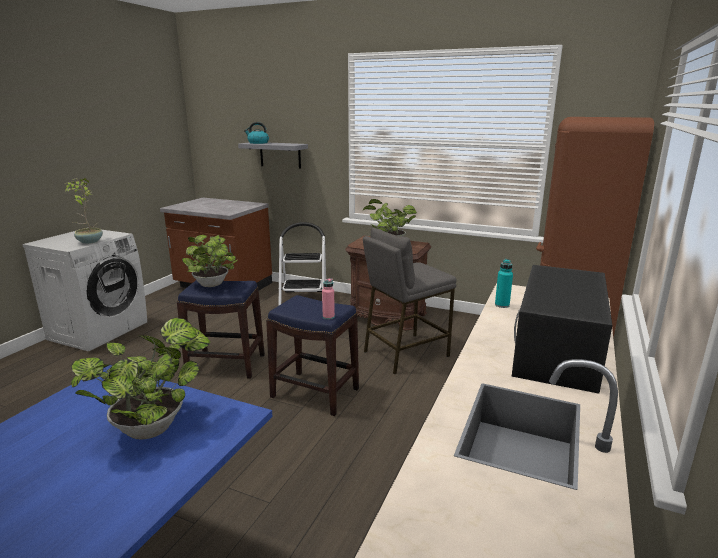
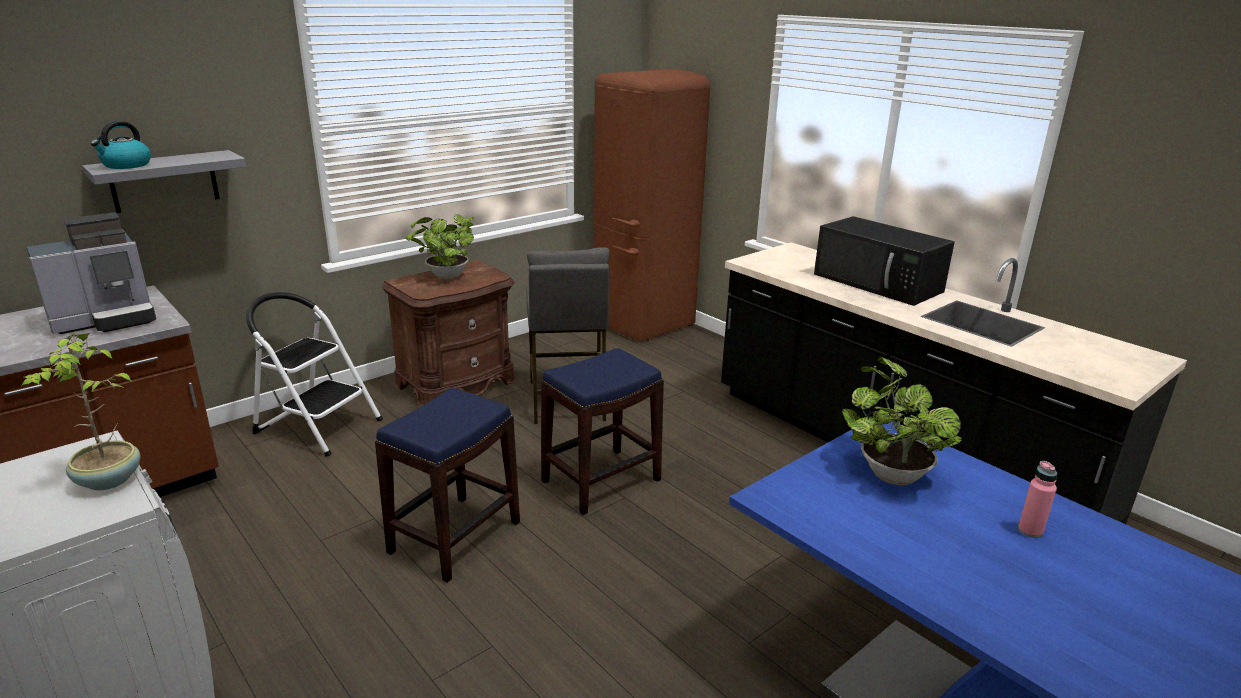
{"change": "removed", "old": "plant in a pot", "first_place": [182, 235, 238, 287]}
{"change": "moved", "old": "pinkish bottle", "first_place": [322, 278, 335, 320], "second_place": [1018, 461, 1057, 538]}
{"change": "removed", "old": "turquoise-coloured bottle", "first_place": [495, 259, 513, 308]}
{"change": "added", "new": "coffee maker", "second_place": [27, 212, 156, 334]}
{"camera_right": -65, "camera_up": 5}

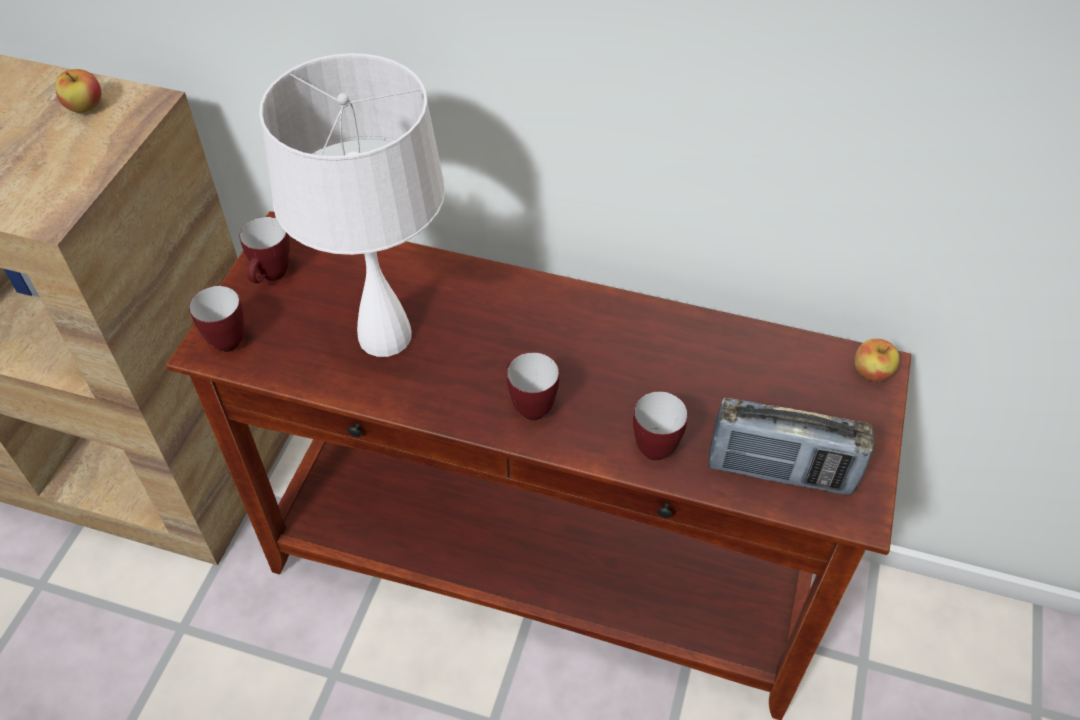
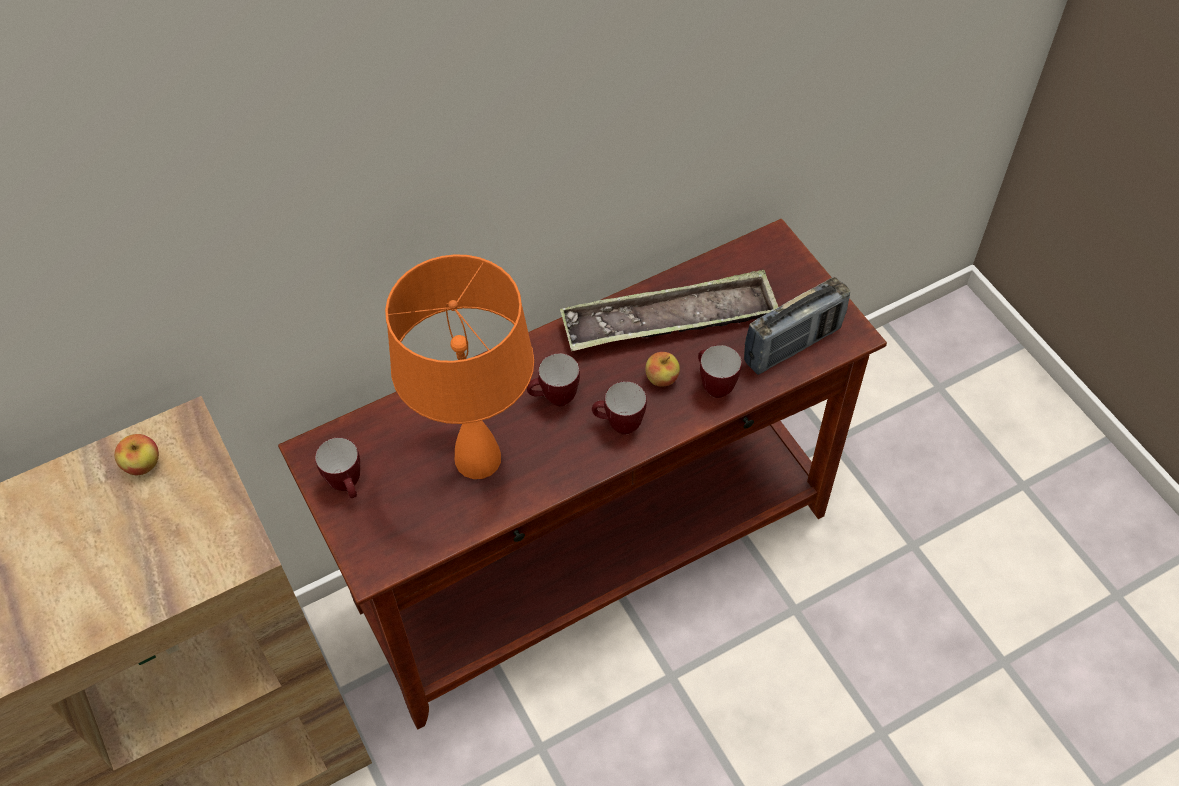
{"change": "moved", "old": "tea mug", "first_place": [189, 286, 244, 352], "second_place": [527, 353, 580, 406]}
{"change": "recoloured", "old": "white tabletop lamp", "new": "orange-coloured tabletop lamp", "first_place": [259, 53, 445, 357], "second_place": [385, 254, 534, 479]}
{"change": "moved", "old": "apple fruit", "first_place": [855, 339, 899, 382], "second_place": [645, 352, 680, 387]}
{"change": "added", "new": "serving tray", "second_place": [560, 269, 778, 351]}
{"camera_right": -45, "camera_up": 5}

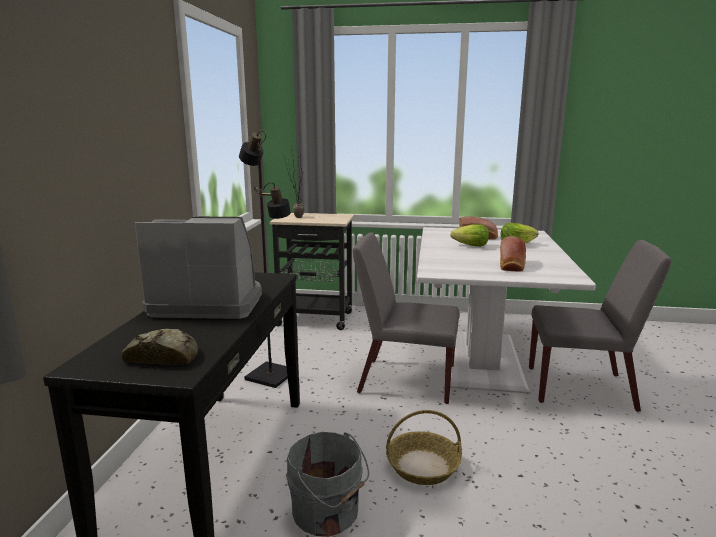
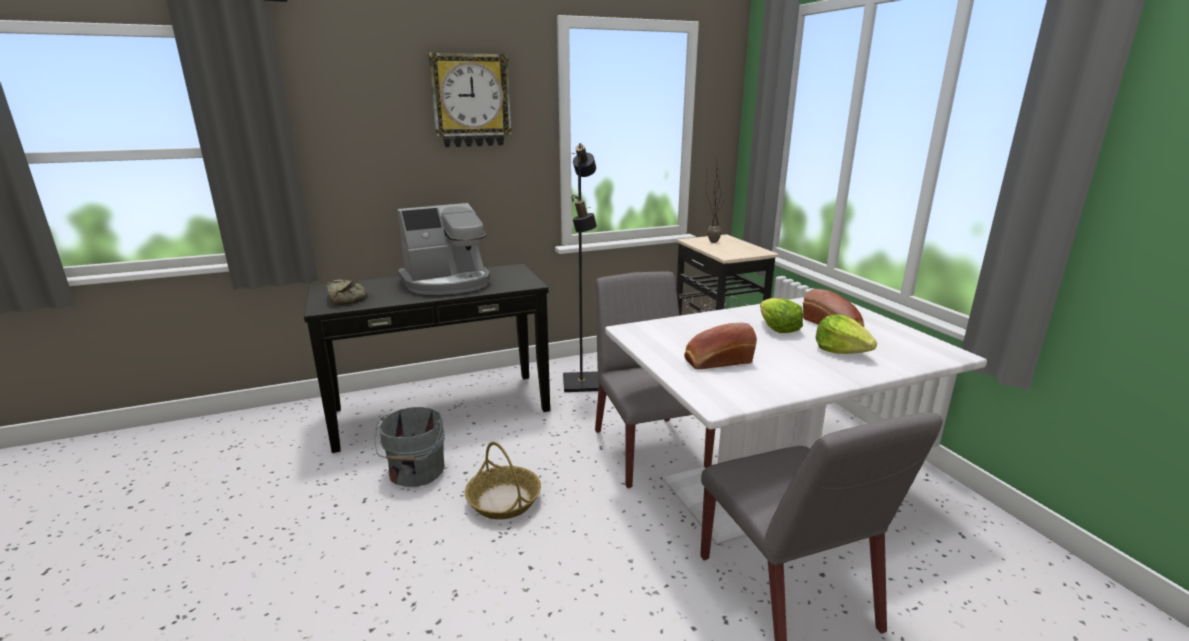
{"change": "turned", "old": "coffee maker", "first_place": [135, 216, 262, 319], "second_place": [397, 203, 490, 295], "degrees": 90}
{"change": "added", "new": "clock on the wall", "second_place": [428, 52, 512, 147]}
{"camera_right": 60, "camera_up": 5}

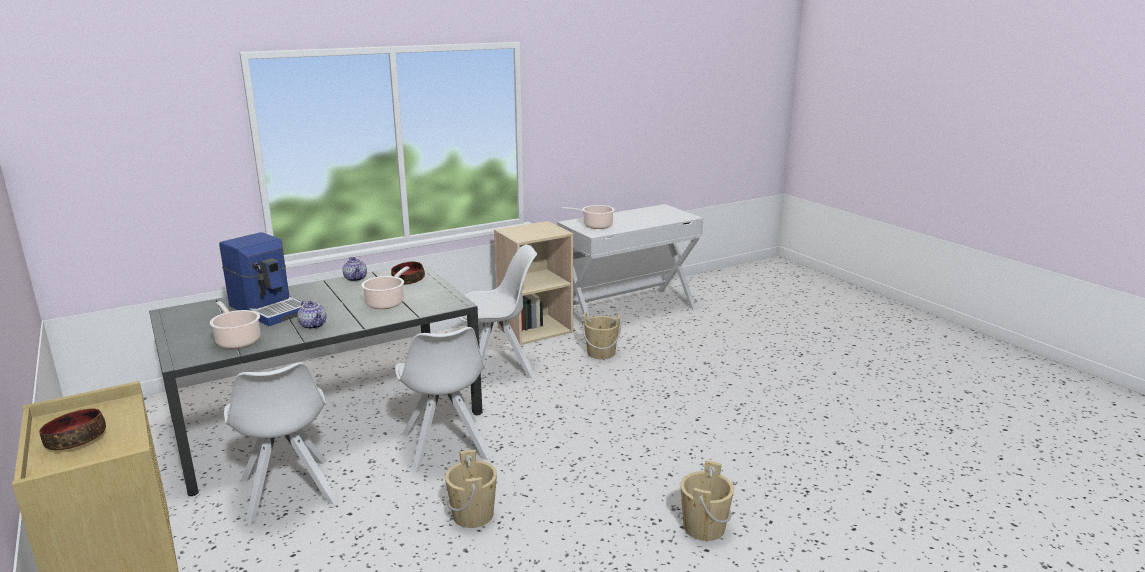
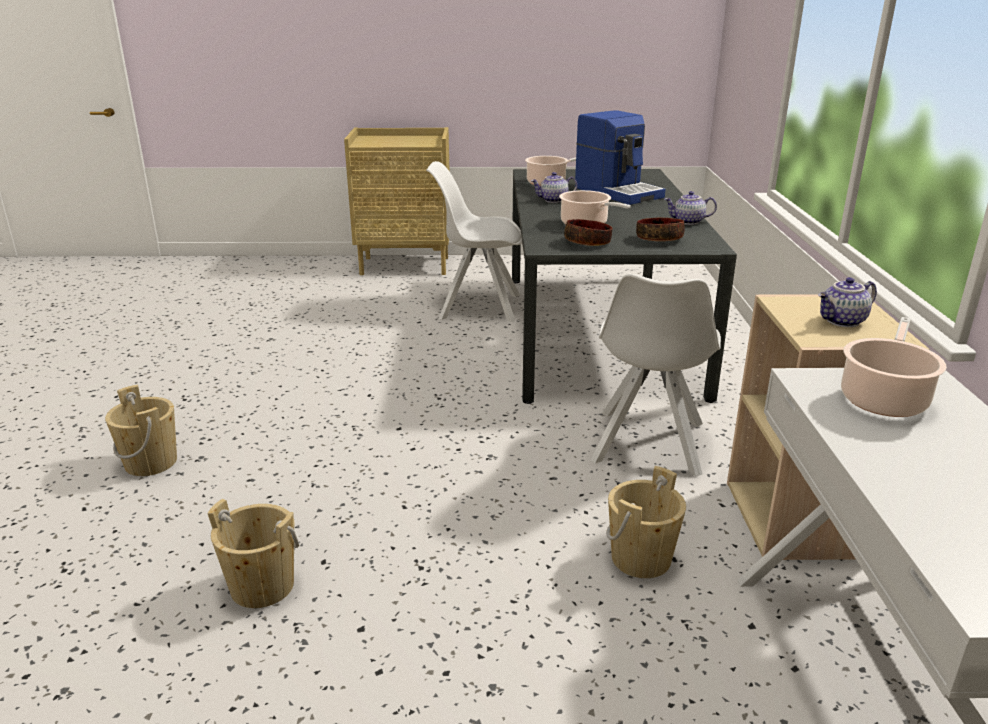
{"change": "moved", "old": "serving bowl", "first_place": [39, 408, 106, 450], "second_place": [564, 219, 612, 246]}
{"change": "turned", "old": "coffee maker", "first_place": [219, 232, 302, 326], "second_place": [575, 110, 665, 205], "degrees": -105}
{"change": "removed", "old": "white upright chair", "first_place": [395, 327, 492, 473]}
{"change": "moved", "old": "sand-coloured pail", "first_place": [445, 450, 497, 528], "second_place": [207, 499, 299, 608]}
{"change": "added", "new": "teapot", "second_place": [818, 277, 877, 327]}
{"camera_right": 120, "camera_up": 5}

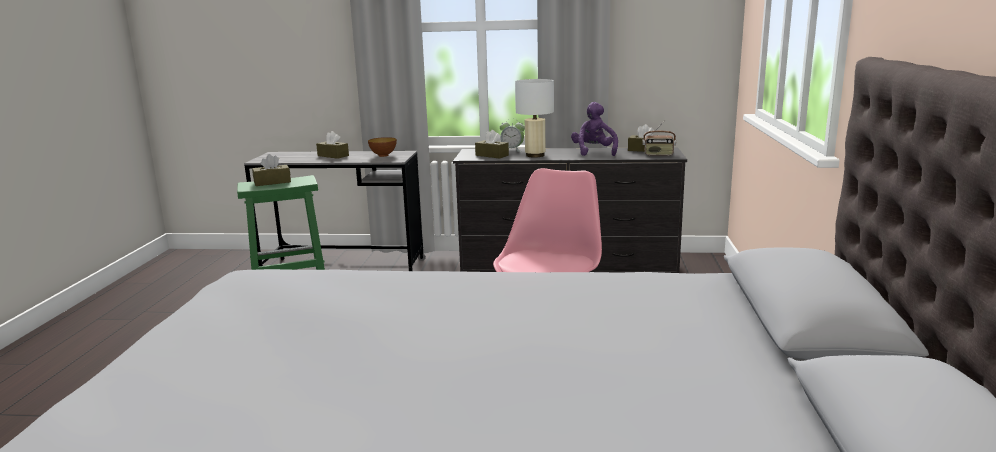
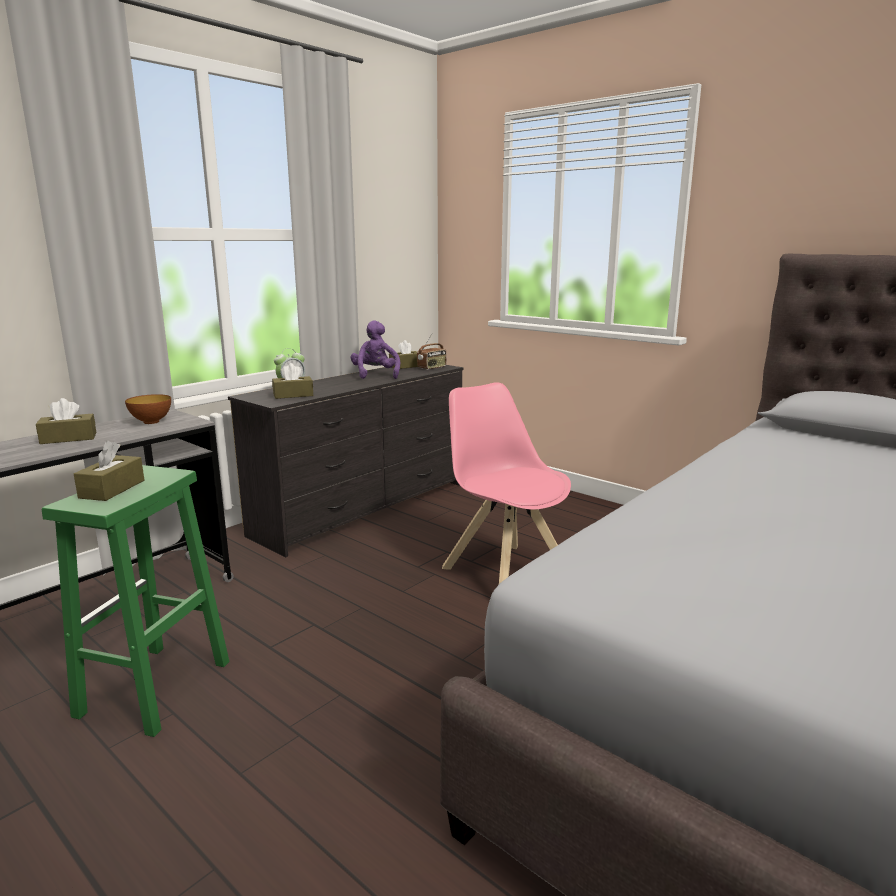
{"change": "removed", "old": "white tabletop lamp", "first_place": [515, 79, 554, 158]}
{"change": "turned", "old": "purplish soft toy", "first_place": [571, 102, 618, 156], "second_place": [351, 320, 400, 379], "degrees": 45}
{"camera_right": -55, "camera_up": 0}

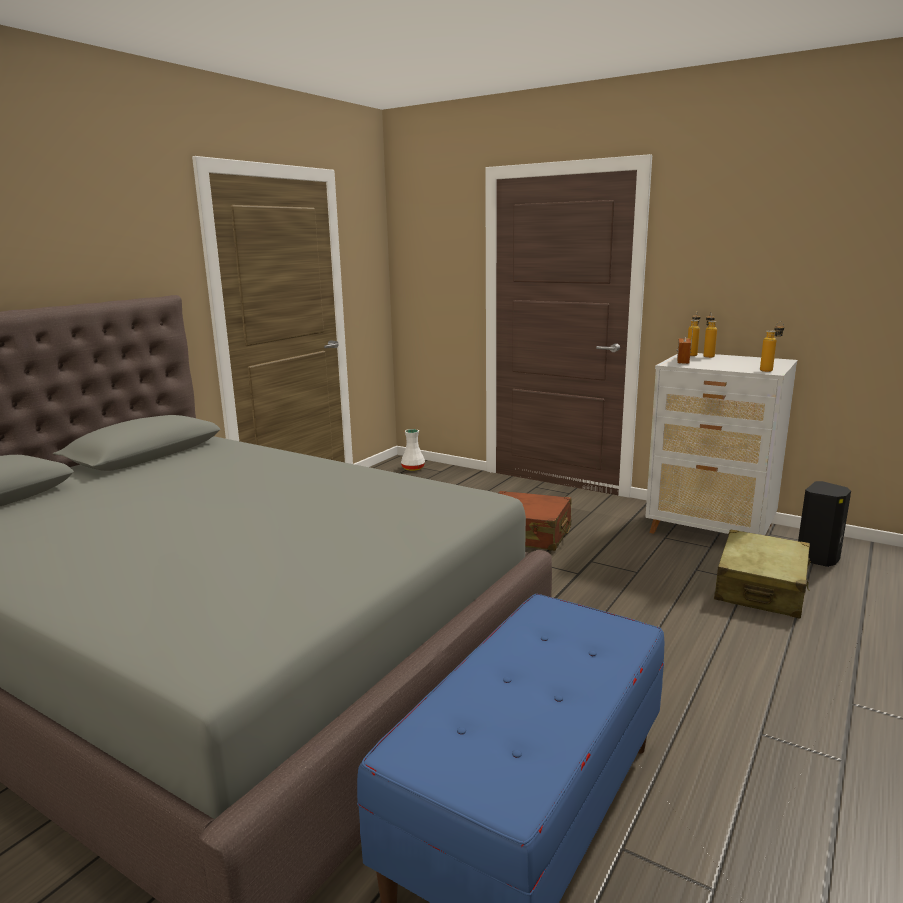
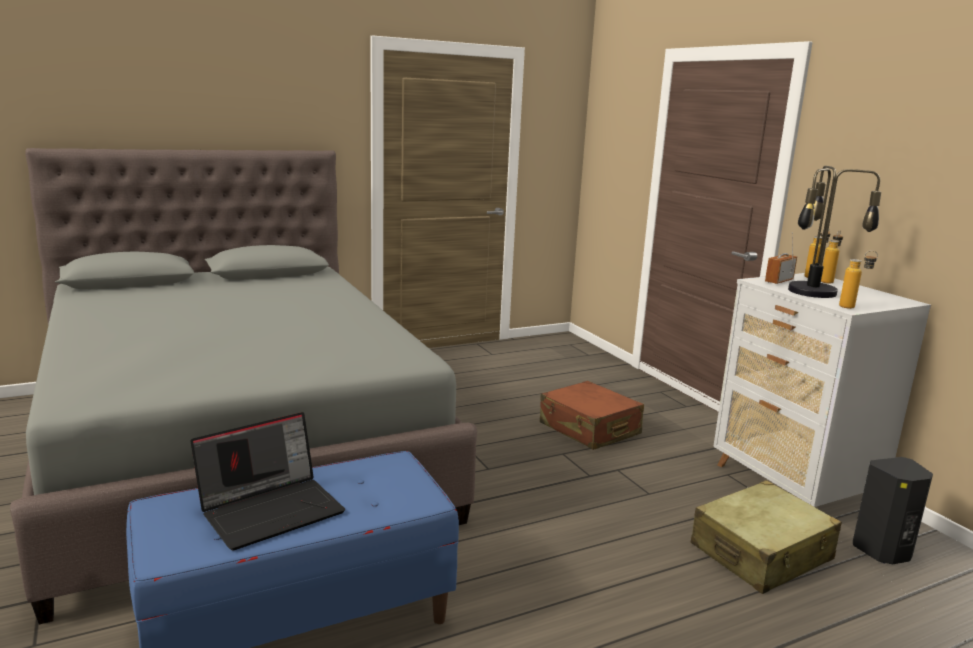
{"change": "removed", "old": "white flower vase", "first_place": [401, 429, 425, 471]}
{"change": "added", "new": "notebook computer", "second_place": [190, 412, 345, 550]}
{"change": "added", "new": "tabletop lamp", "second_place": [788, 166, 881, 298]}
{"camera_right": 30, "camera_up": 0}

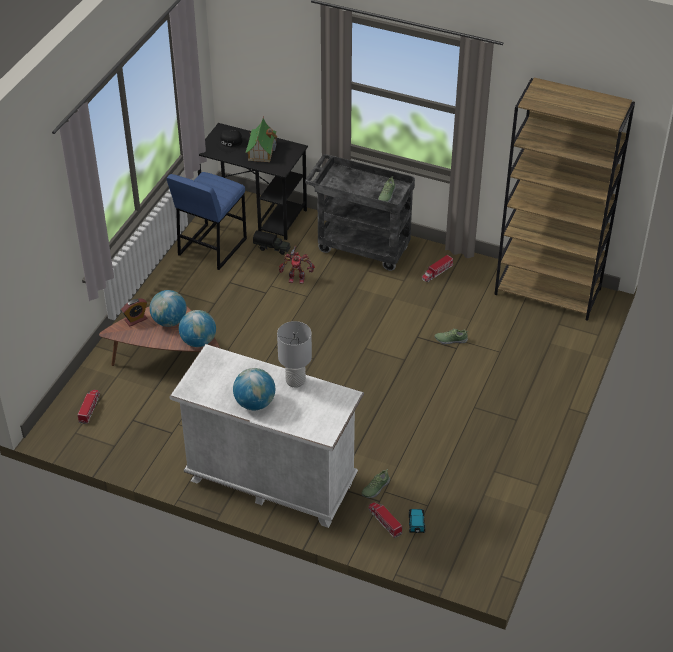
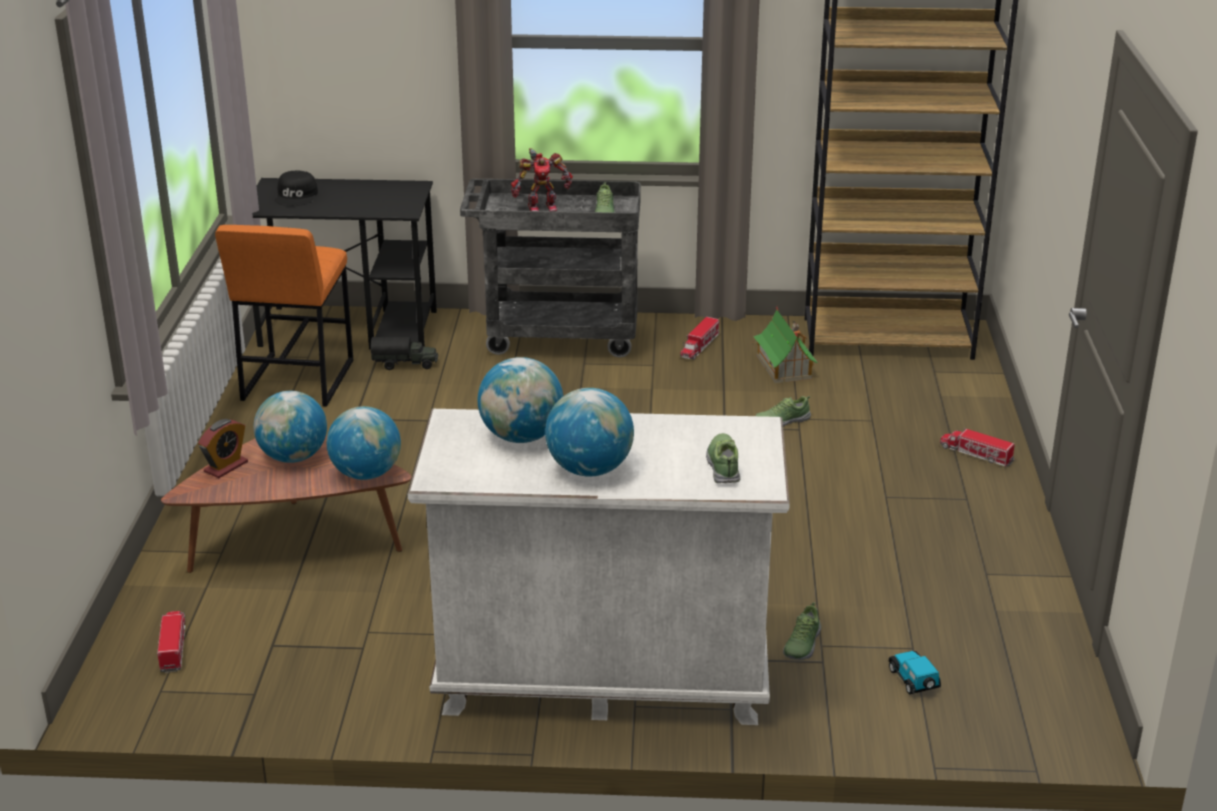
{"change": "recoloured", "old": "blue upright chair", "new": "orange-coloured upright chair", "first_place": [166, 172, 247, 270], "second_place": [215, 225, 353, 407]}
{"change": "moved", "old": "model house", "first_place": [246, 116, 277, 162], "second_place": [751, 306, 818, 383]}
{"change": "removed", "old": "greyish tabletop lamp", "first_place": [277, 321, 312, 388]}
{"change": "moved", "old": "robot figure", "first_place": [279, 246, 315, 284], "second_place": [511, 148, 573, 211]}
{"change": "moved", "old": "toy lorry", "first_place": [368, 502, 402, 538], "second_place": [940, 428, 1015, 467]}
{"change": "added", "new": "desk globe", "second_place": [478, 357, 563, 443]}
{"change": "added", "new": "shoe", "second_place": [706, 433, 740, 484]}
{"camera_right": -20, "camera_up": -15}

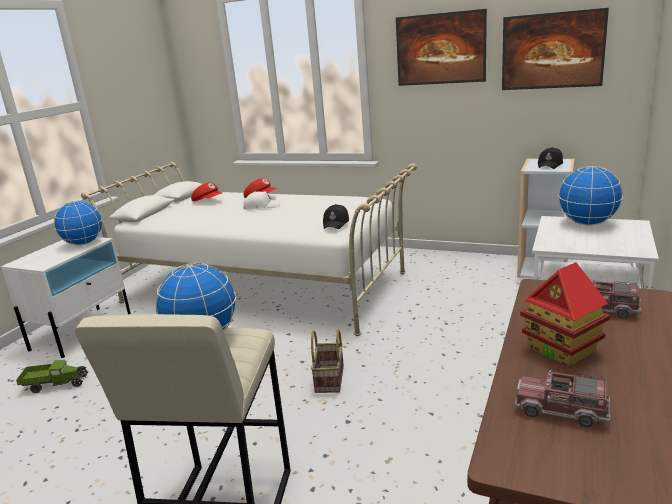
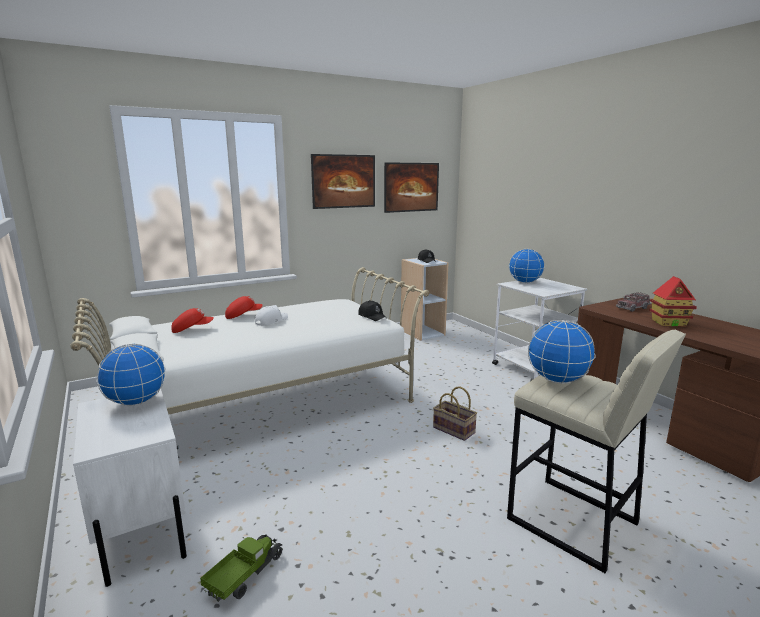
{"change": "removed", "old": "toy lorry", "first_place": [515, 370, 610, 428]}
{"camera_right": -55, "camera_up": -5}

